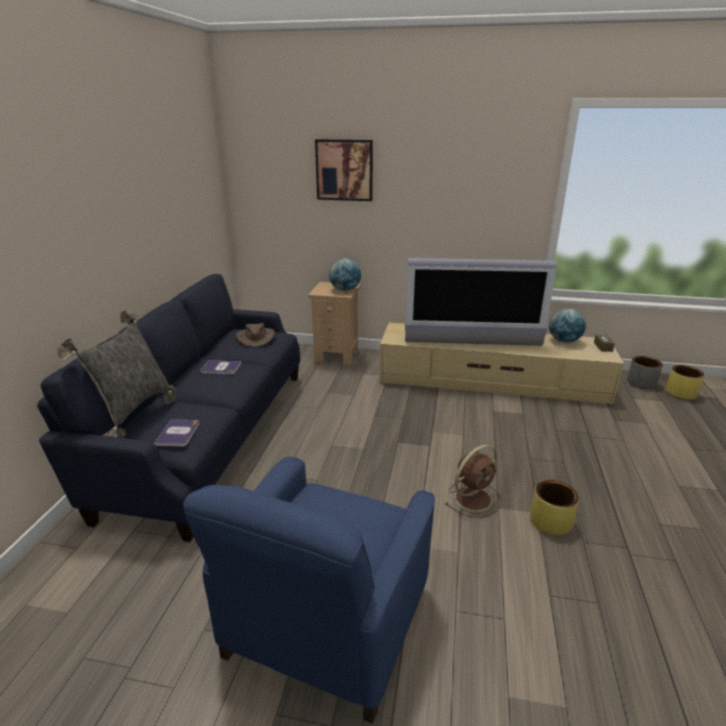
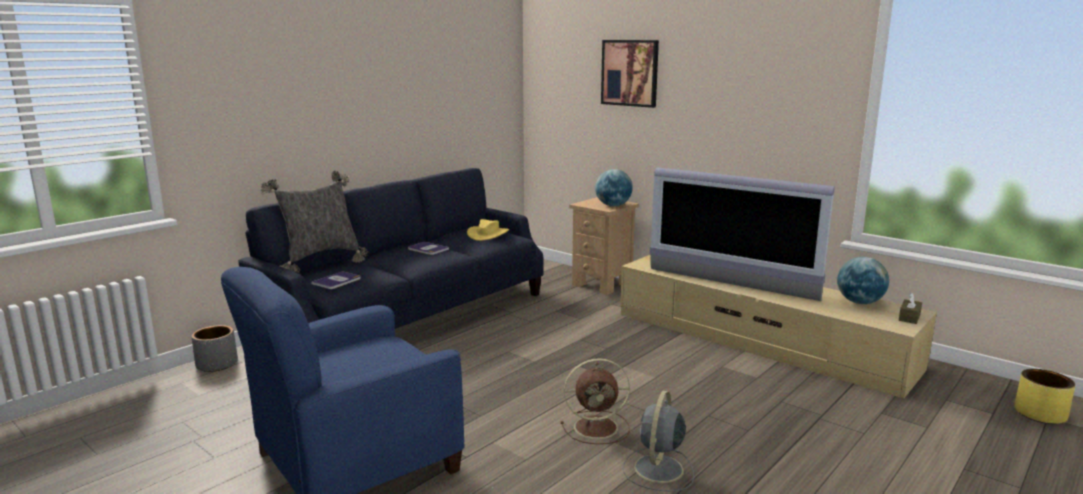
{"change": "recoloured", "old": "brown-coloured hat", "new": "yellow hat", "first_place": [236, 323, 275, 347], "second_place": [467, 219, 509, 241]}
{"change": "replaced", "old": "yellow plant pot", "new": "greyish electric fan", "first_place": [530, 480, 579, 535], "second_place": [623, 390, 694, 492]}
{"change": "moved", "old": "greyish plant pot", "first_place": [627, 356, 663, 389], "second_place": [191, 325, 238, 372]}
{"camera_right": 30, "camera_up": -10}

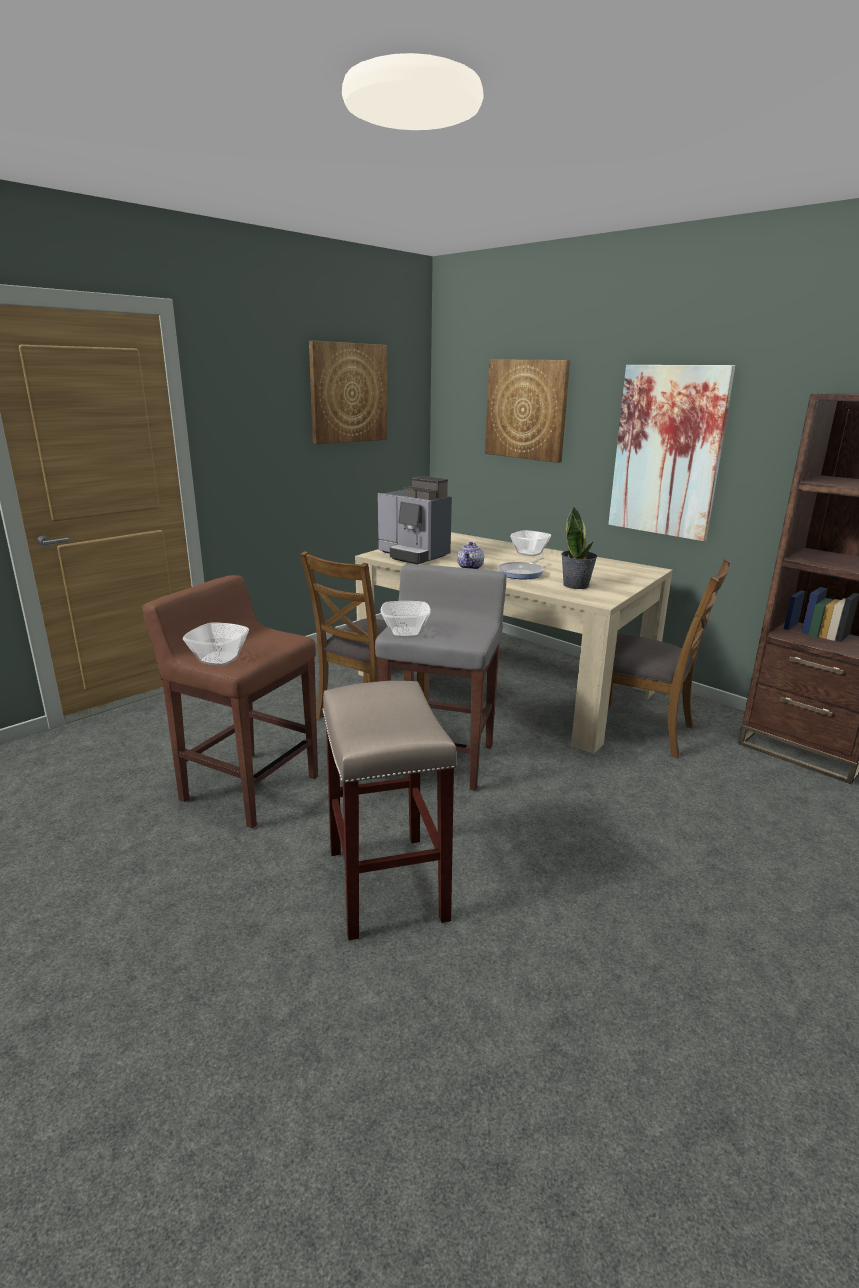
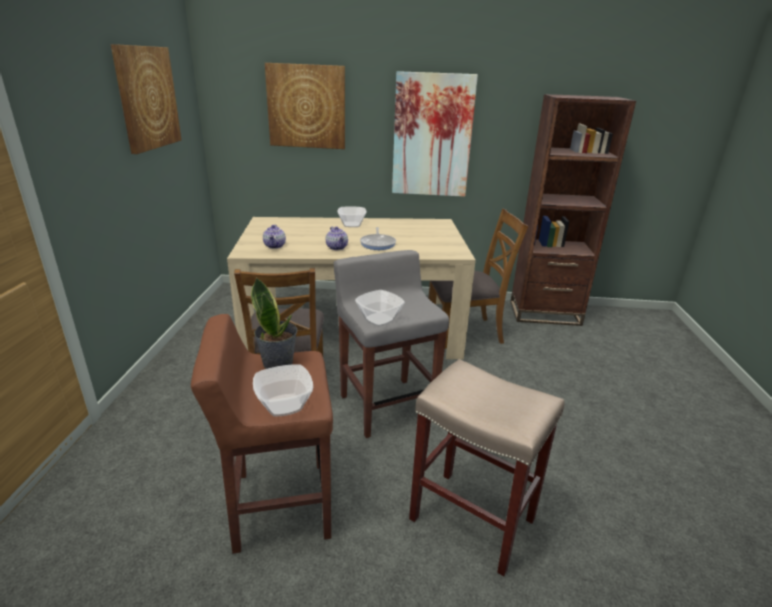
{"change": "replaced", "old": "coffee maker", "new": "teapot", "first_place": [378, 476, 452, 564], "second_place": [263, 225, 286, 249]}
{"change": "moved", "old": "plant in a pot", "first_place": [561, 506, 597, 589], "second_place": [251, 277, 297, 369]}
{"camera_right": -40, "camera_up": 5}

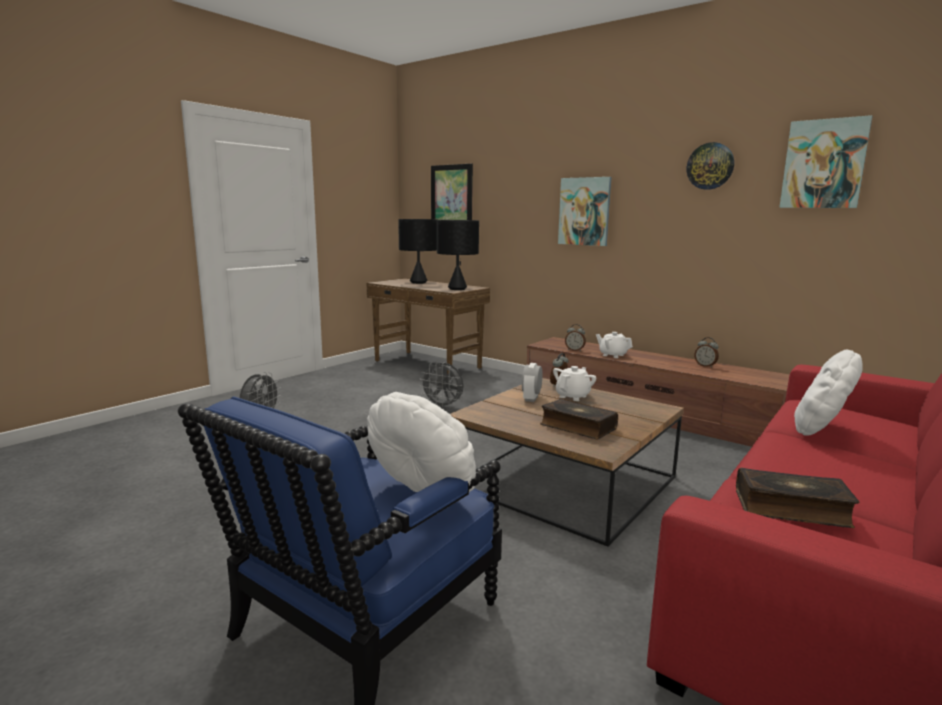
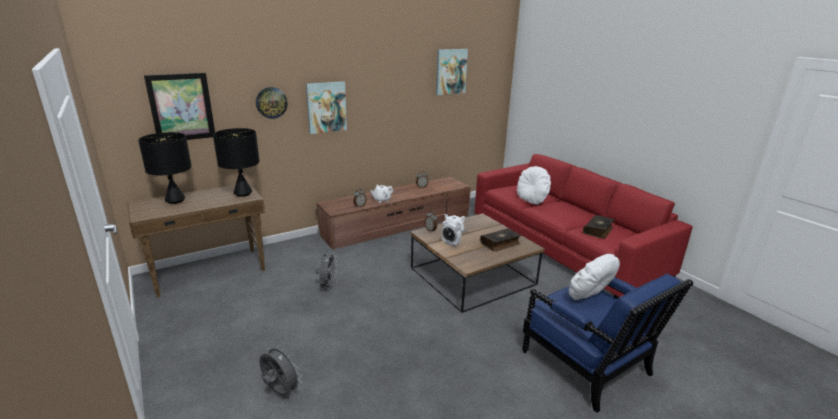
{"change": "turned", "old": "greyish electric fan", "first_place": [420, 362, 464, 409], "second_place": [316, 252, 337, 291], "degrees": -45}
{"change": "moved", "old": "clock on the wall", "first_place": [687, 142, 734, 190], "second_place": [256, 87, 288, 119]}
{"camera_right": -70, "camera_up": 10}

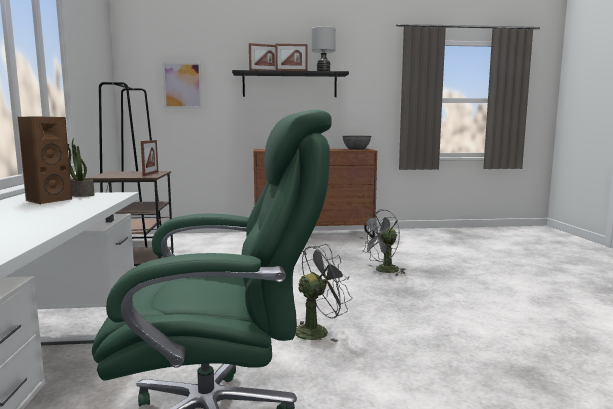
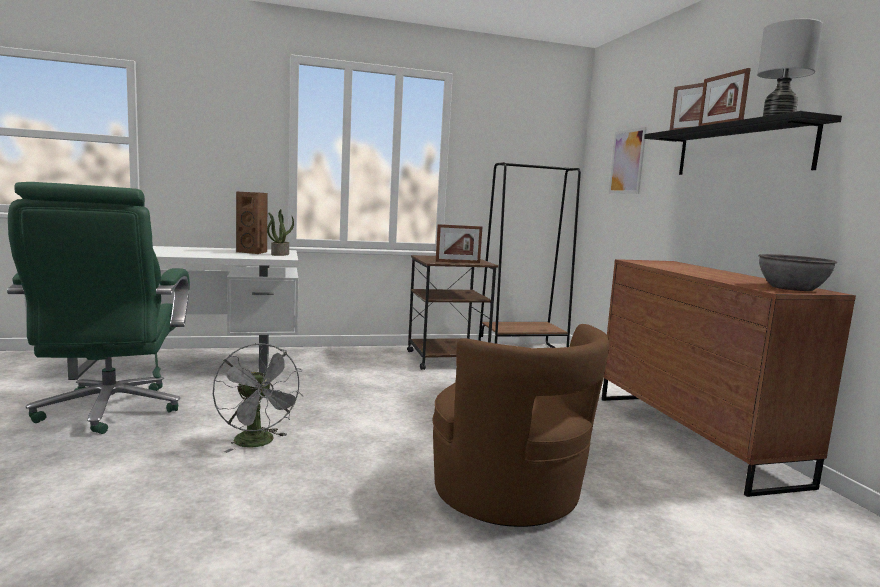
{"change": "replaced", "old": "greyish electric fan", "new": "brown-coloured armchair", "first_place": [361, 209, 406, 276], "second_place": [433, 324, 609, 527]}
{"camera_right": 80, "camera_up": 0}

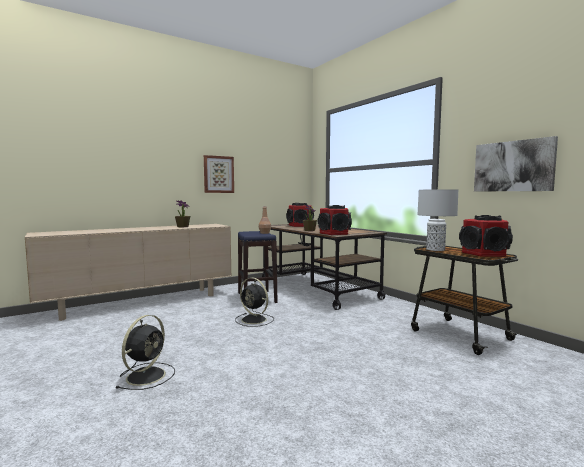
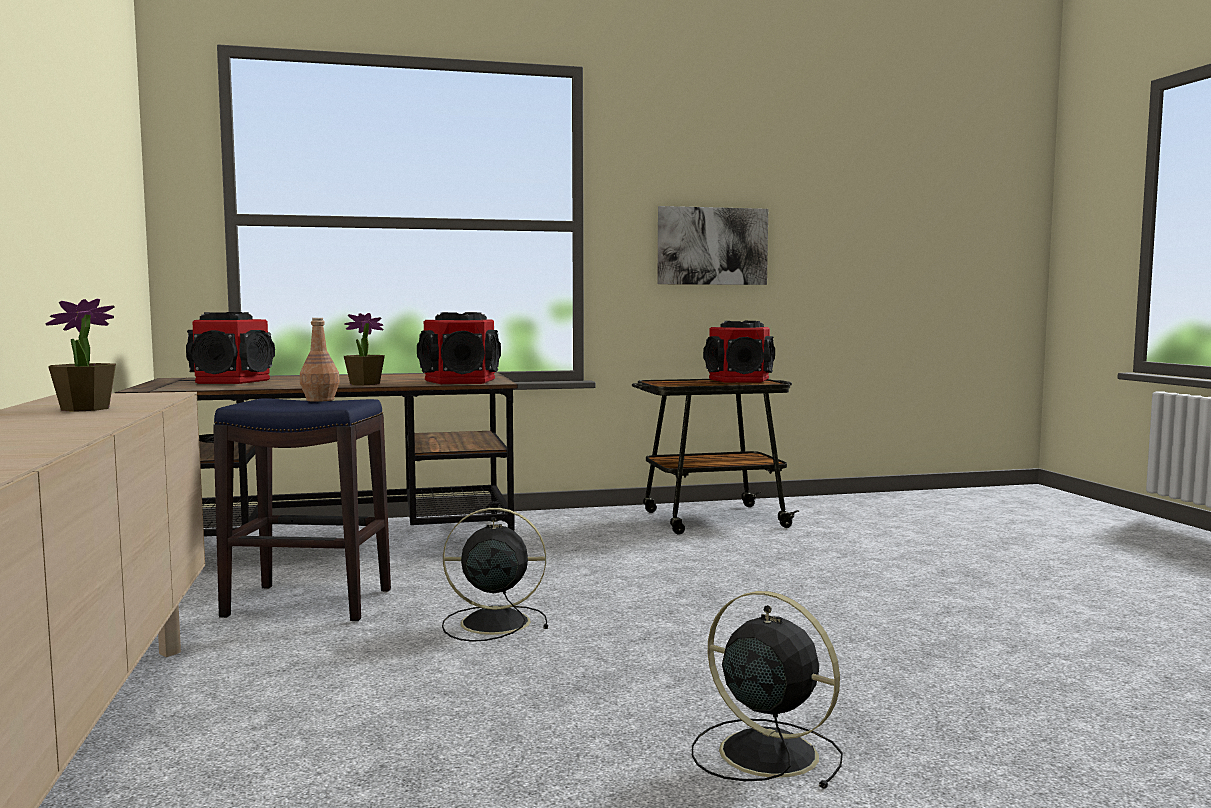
{"change": "removed", "old": "wall picture", "first_place": [204, 155, 234, 193]}
{"change": "turned", "old": "blackish electric fan", "first_place": [235, 278, 274, 327], "second_place": [442, 508, 548, 642], "degrees": -150}
{"change": "removed", "old": "white tabletop lamp", "first_place": [418, 189, 458, 251]}
{"camera_right": -70, "camera_up": 0}

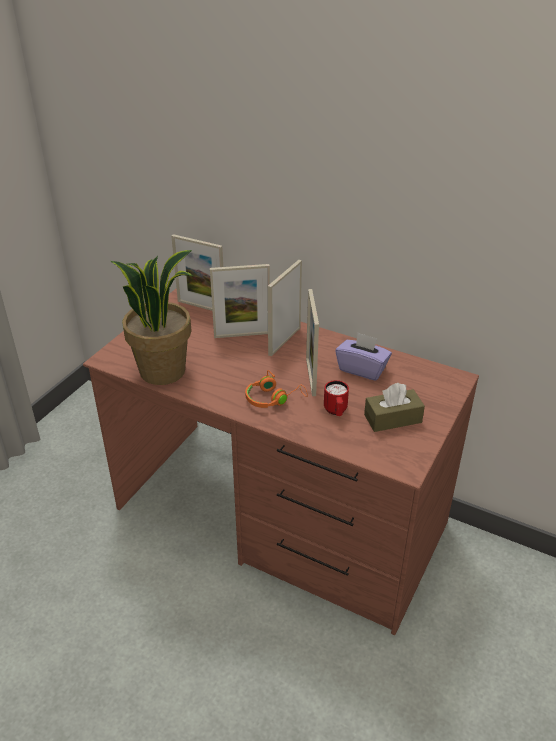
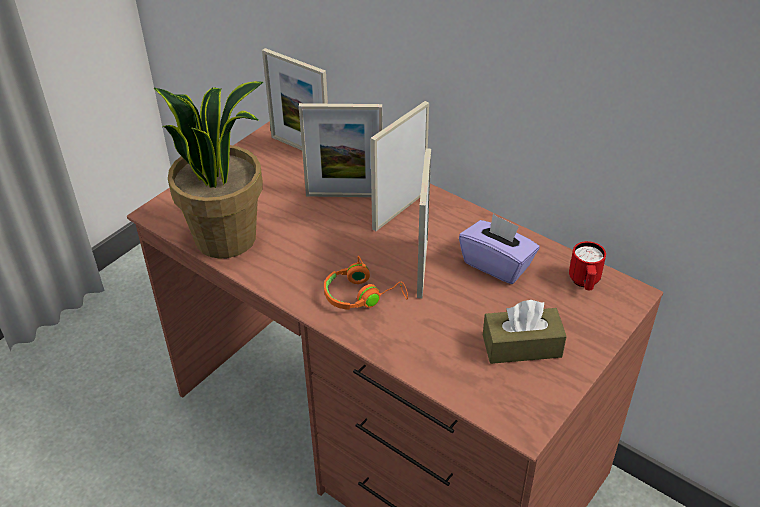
{"change": "moved", "old": "red-coloured tea mug", "first_place": [324, 380, 349, 416], "second_place": [569, 241, 606, 290]}
{"camera_right": 10, "camera_up": 5}

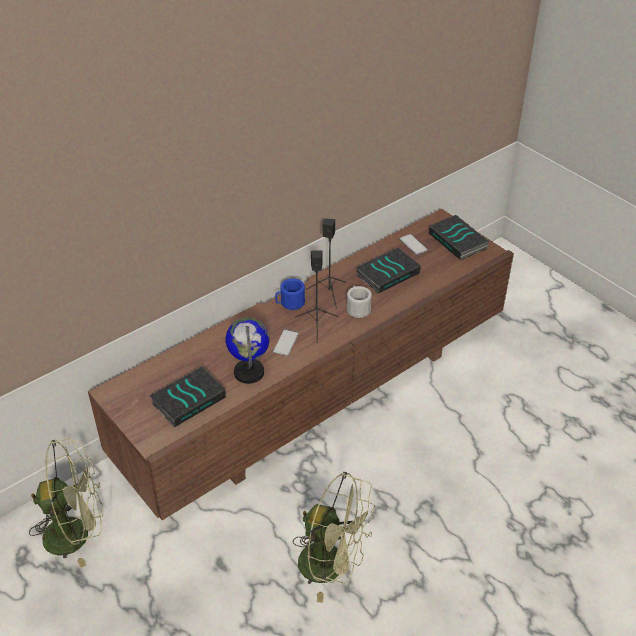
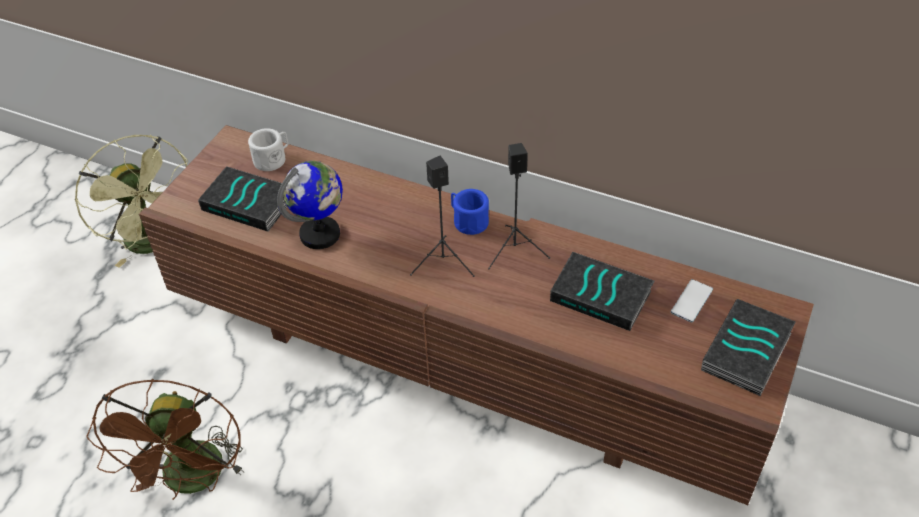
{"change": "removed", "old": "phone", "first_place": [273, 329, 299, 356]}
{"change": "recoloured", "old": "green-coloured electric fan", "new": "brown-coloured electric fan", "first_place": [293, 472, 376, 602], "second_place": [86, 379, 244, 500]}
{"change": "moved", "old": "white tea mug", "first_place": [347, 286, 372, 318], "second_place": [248, 128, 288, 171]}
{"camera_right": 65, "camera_up": 5}

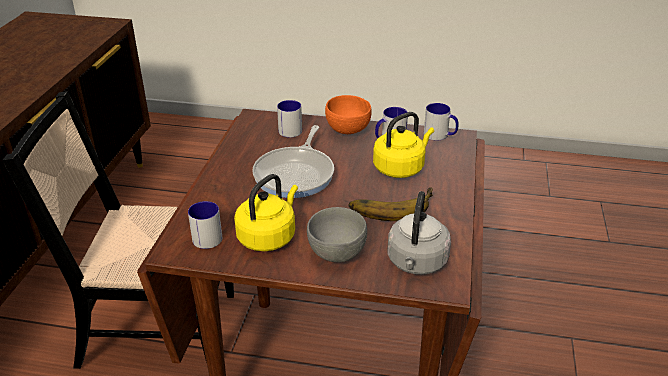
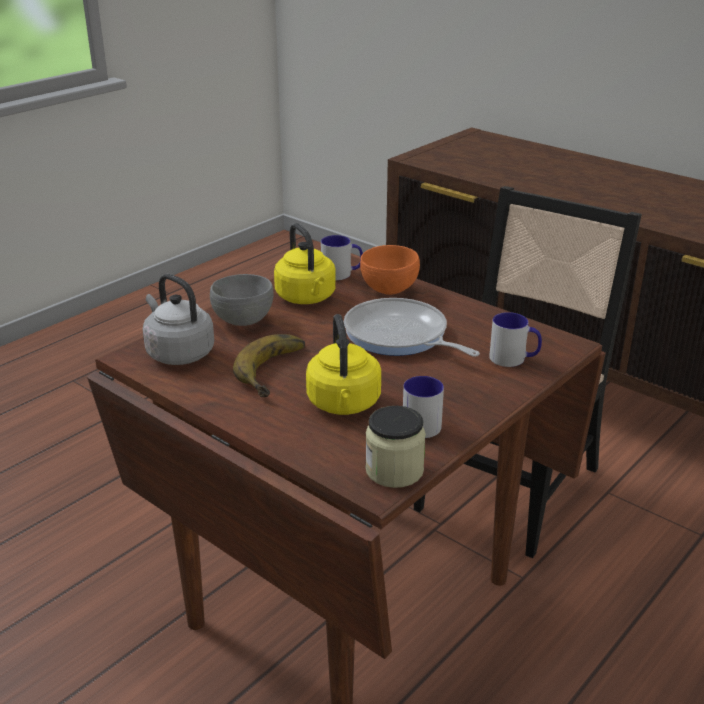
{"change": "moved", "old": "orange-coloured serving bowl", "first_place": [325, 95, 372, 134], "second_place": [360, 245, 420, 295]}
{"change": "replaced", "old": "tea mug", "new": "storage jar", "first_place": [424, 103, 459, 140], "second_place": [365, 406, 426, 488]}
{"camera_right": 120, "camera_up": -5}

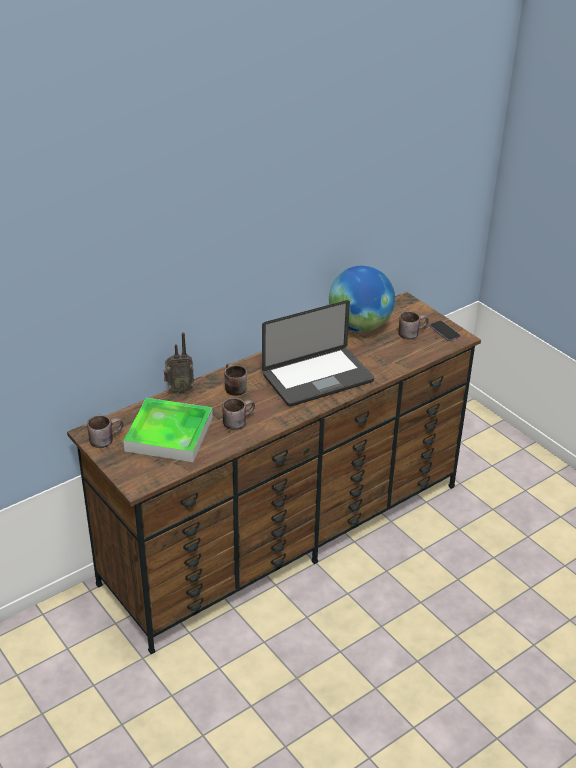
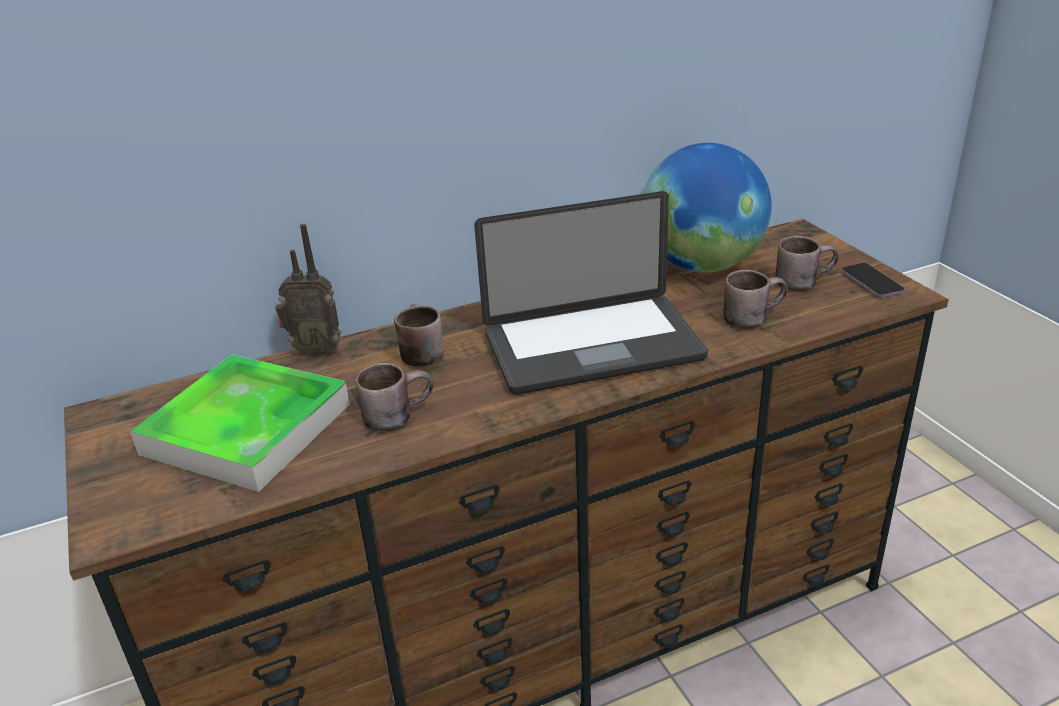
{"change": "moved", "old": "brown-coloured tea mug", "first_place": [87, 415, 124, 448], "second_place": [723, 270, 788, 329]}
{"camera_right": 15, "camera_up": -5}

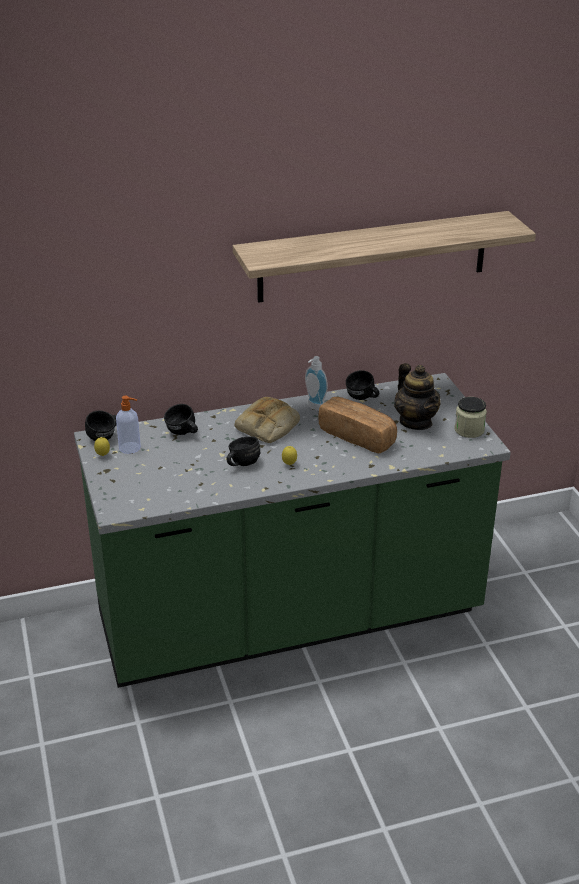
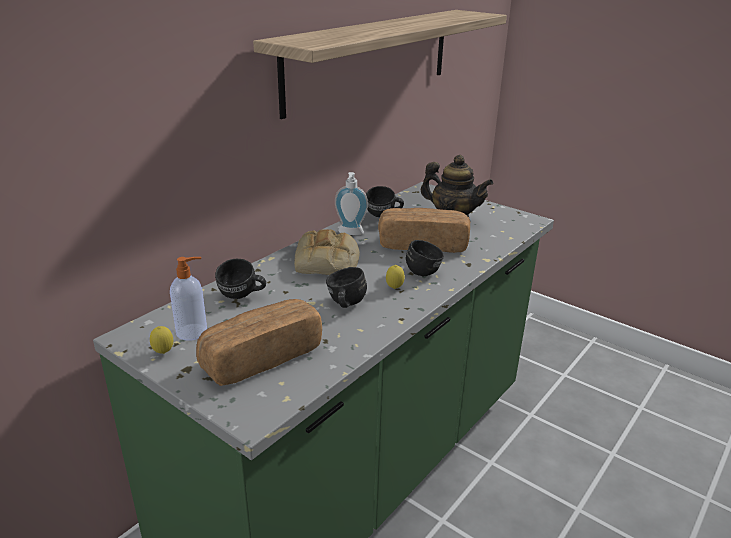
{"change": "moved", "old": "blackish tea mug", "first_place": [85, 410, 117, 441], "second_place": [406, 240, 444, 277]}
{"change": "removed", "old": "storage jar", "first_place": [454, 397, 487, 438]}
{"change": "added", "new": "bread", "second_place": [196, 299, 322, 386]}
{"camera_right": -35, "camera_up": -5}

